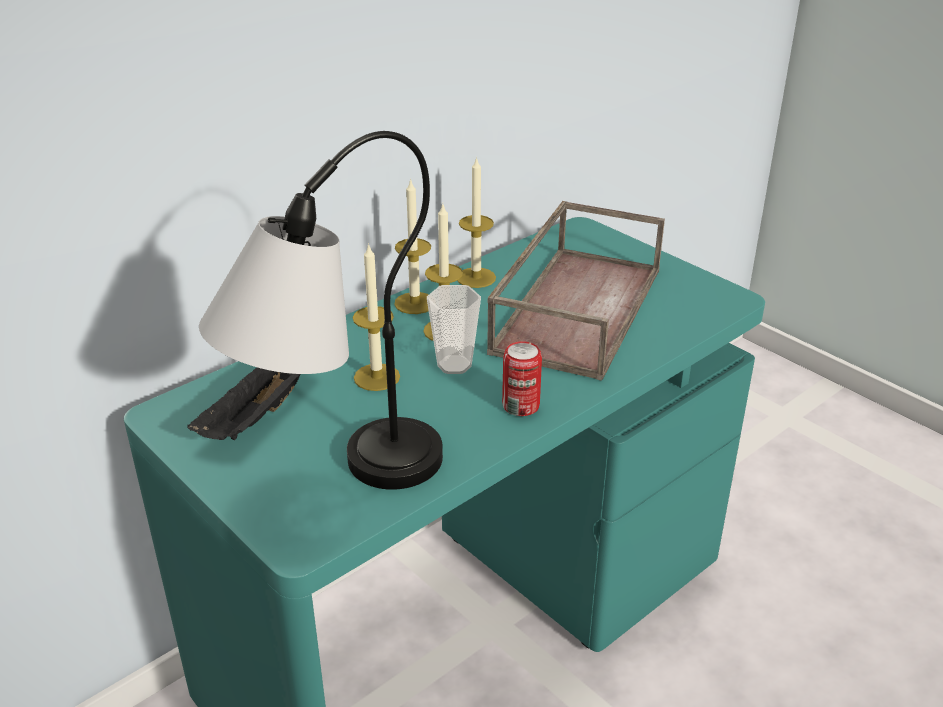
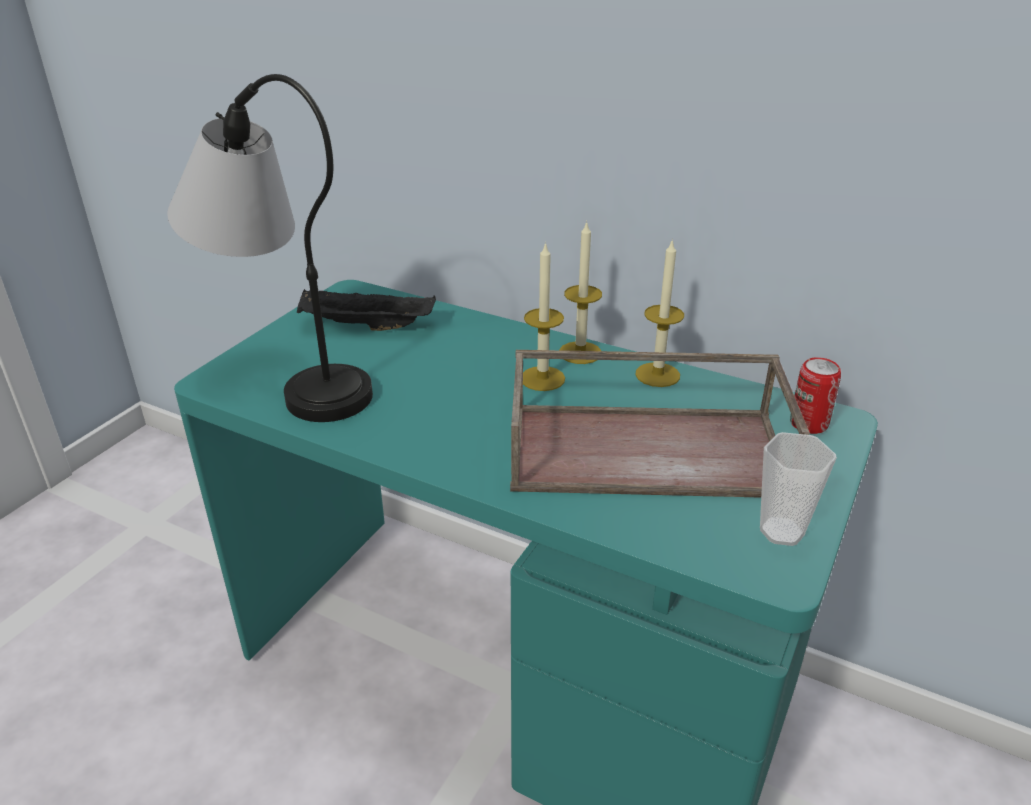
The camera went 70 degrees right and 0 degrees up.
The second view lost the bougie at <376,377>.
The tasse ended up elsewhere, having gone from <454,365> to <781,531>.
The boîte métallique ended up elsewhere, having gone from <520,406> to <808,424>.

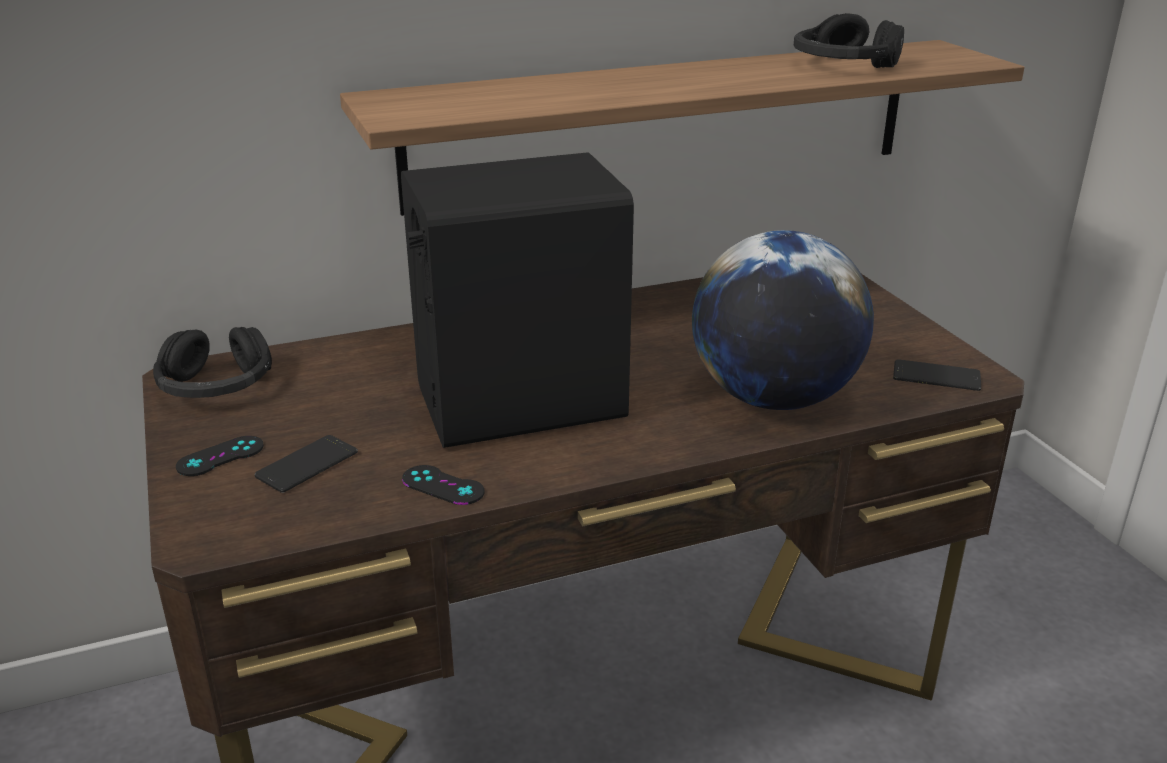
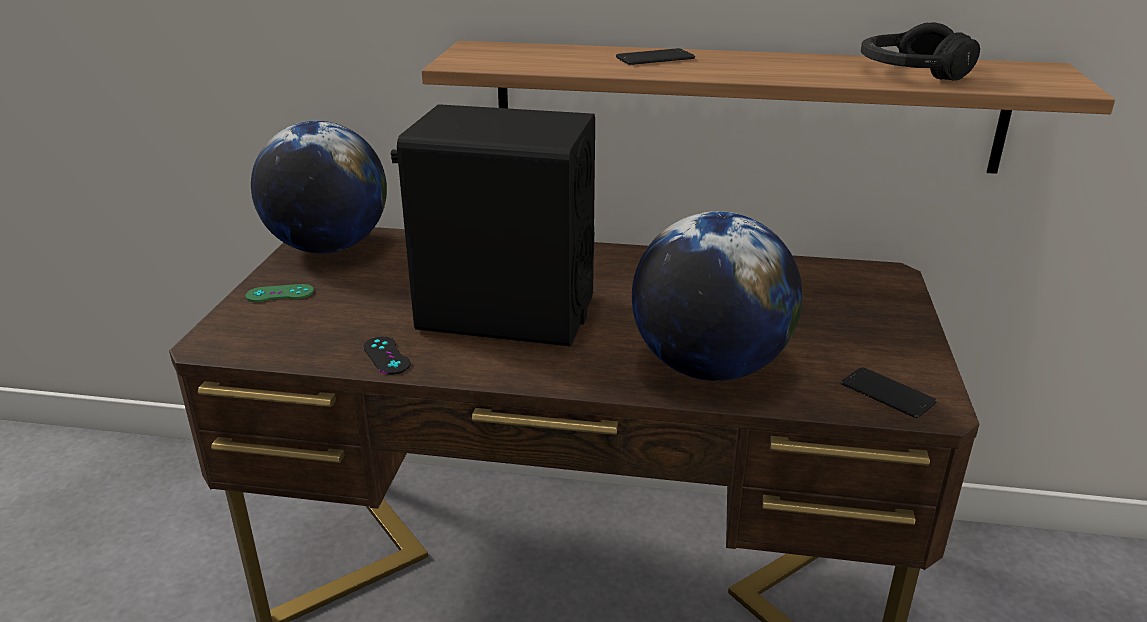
The camera went 30 degrees right and 0 degrees up.
Where the casque audio (noir) stood at <216,387>, the globe came to stand at <328,247>.
The téléphone ended up elsewhere, having gone from <307,464> to <655,58>.
What was the manette (noir) at <220,456> turned into the manette (vert) at <280,293>.

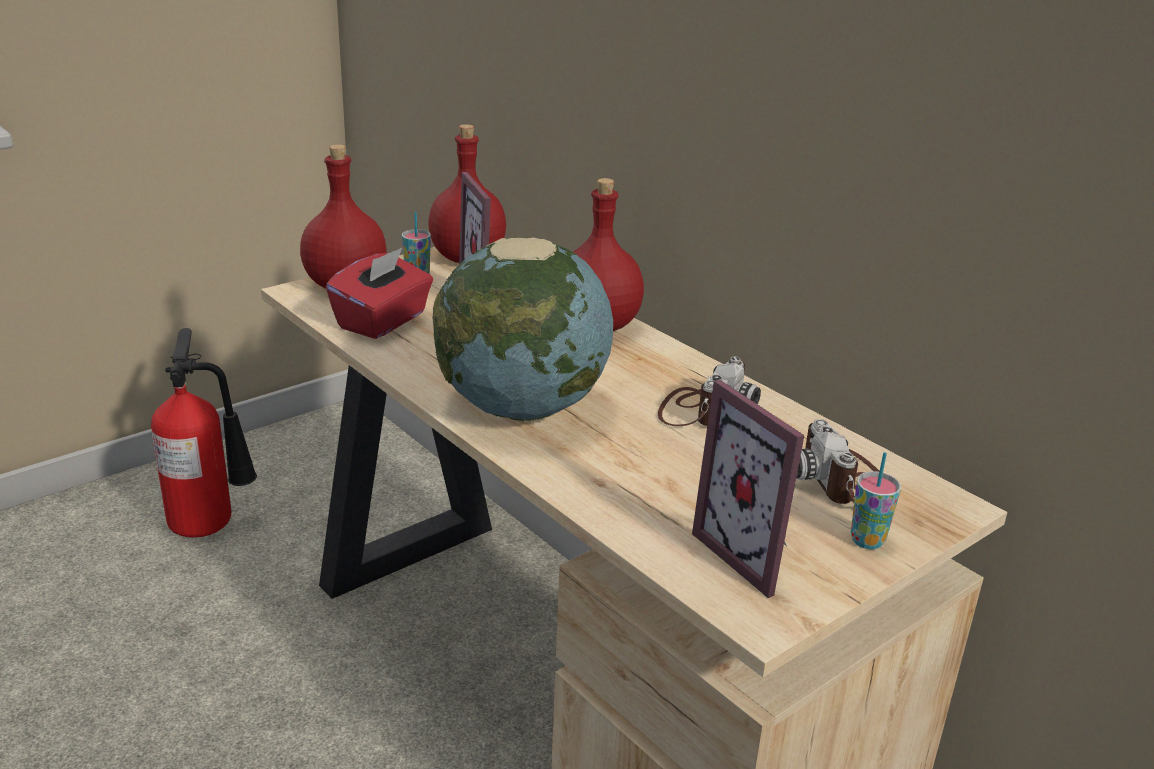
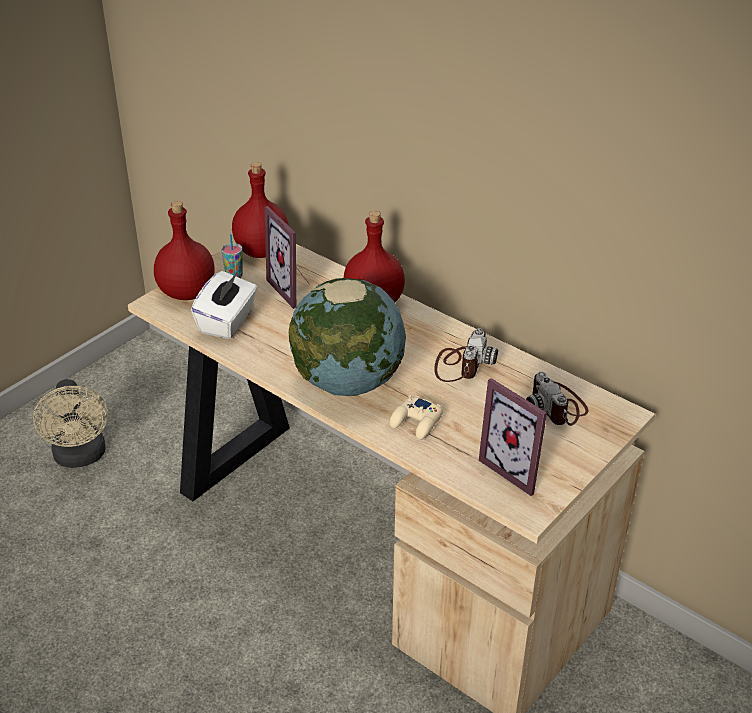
The camera went 10 degrees left and 10 degrees up.
What was the boîte à mouchoirs (rouge) at <383,321> turned into the boîte à mouchoirs (blanc) at <227,322>.
Where the extincteur stood at <211,524>, the ventilateur (beige) came to stand at <81,457>.
The second view lost the tasse at <867,541>.
The second view gained the manette (beige) at <416,422>.

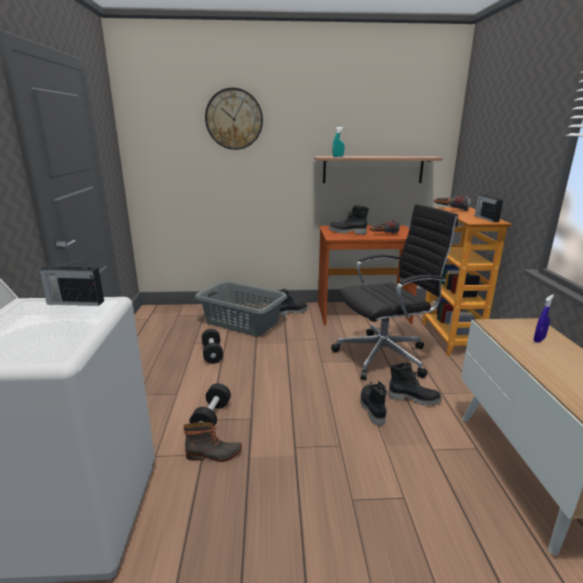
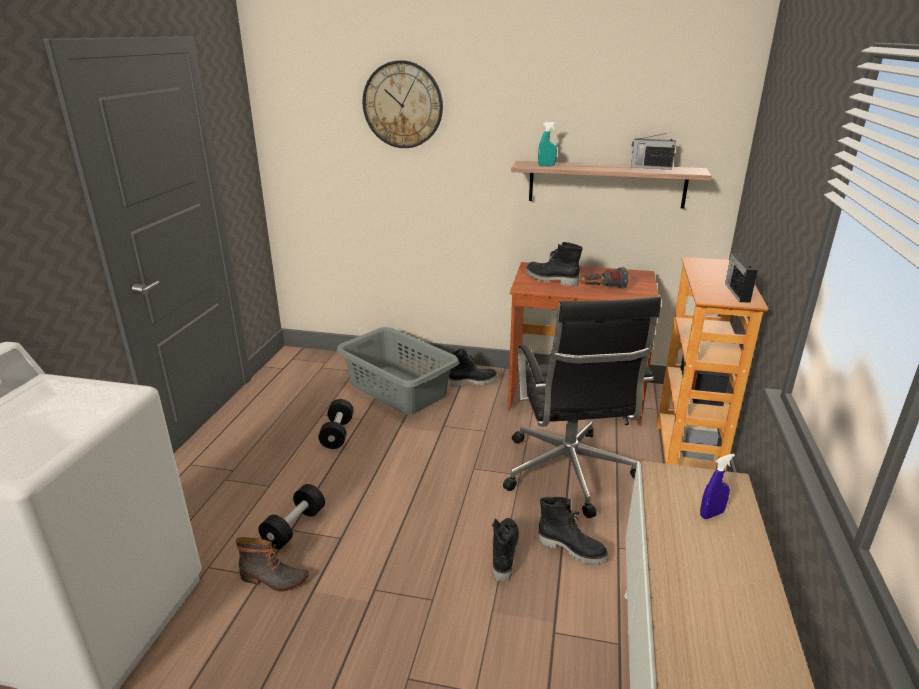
The camera went 15 degrees right and 5 degrees up.
The second view lost the lampe de poche at <450,210>.
The chaise de bureau (noir) at <385,356> ended up facing another way, 90 degrees clockwise from before.
The radio ended up elsewhere, having gone from <74,302> to <650,167>.

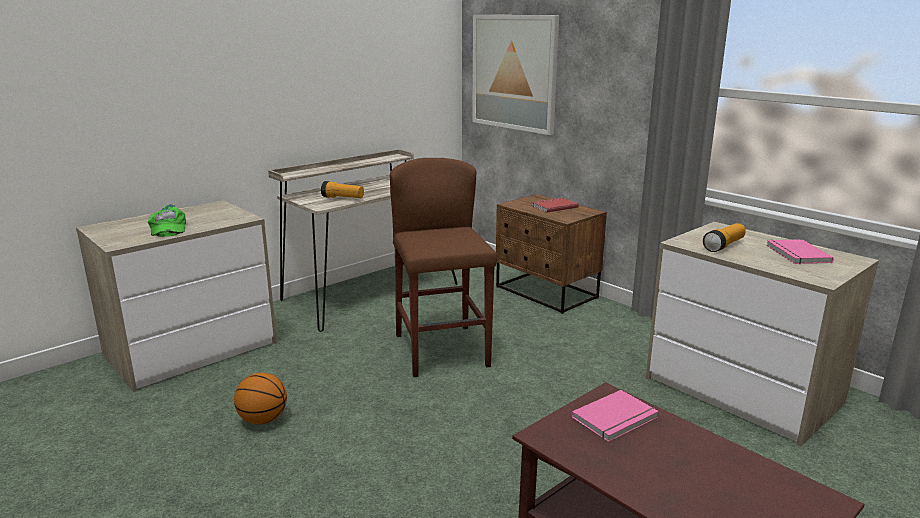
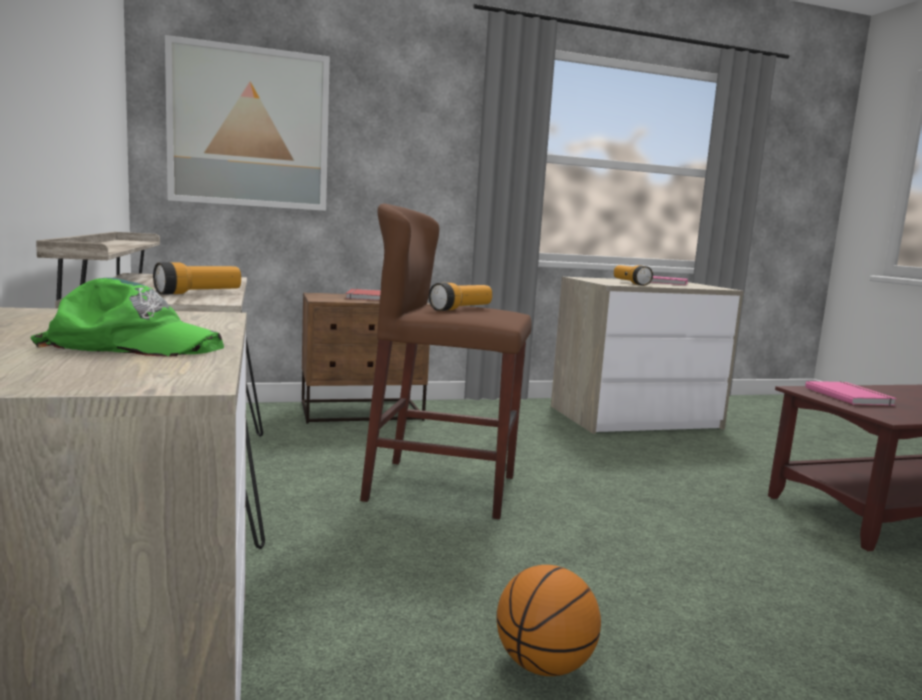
The camera went 65 degrees left and 10 degrees down.
The second view gained the lampe de poche at <461,309>.

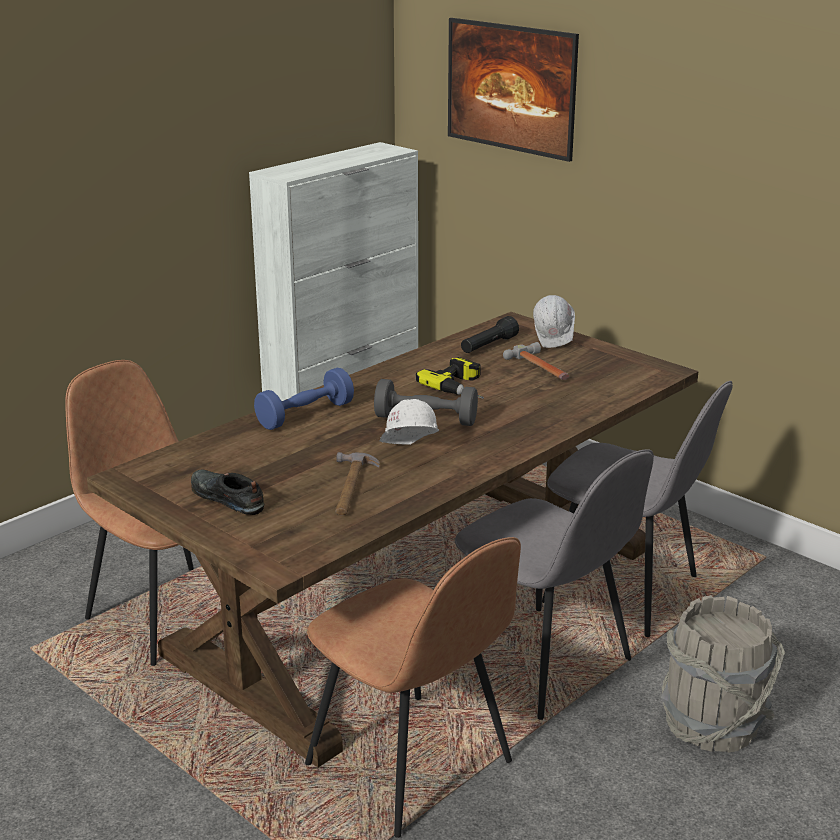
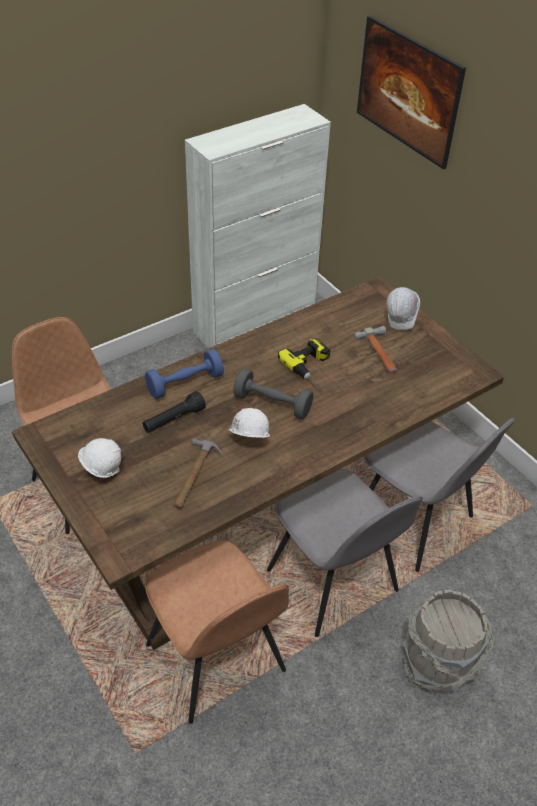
The camera went 10 degrees right and 20 degrees up.
The lampe de poche (noir) ended up elsewhere, having gone from <488,346> to <174,420>.
Where the chaussure (noir) stood at <226,498>, the casque de chantier (blanc) came to stand at <102,473>.

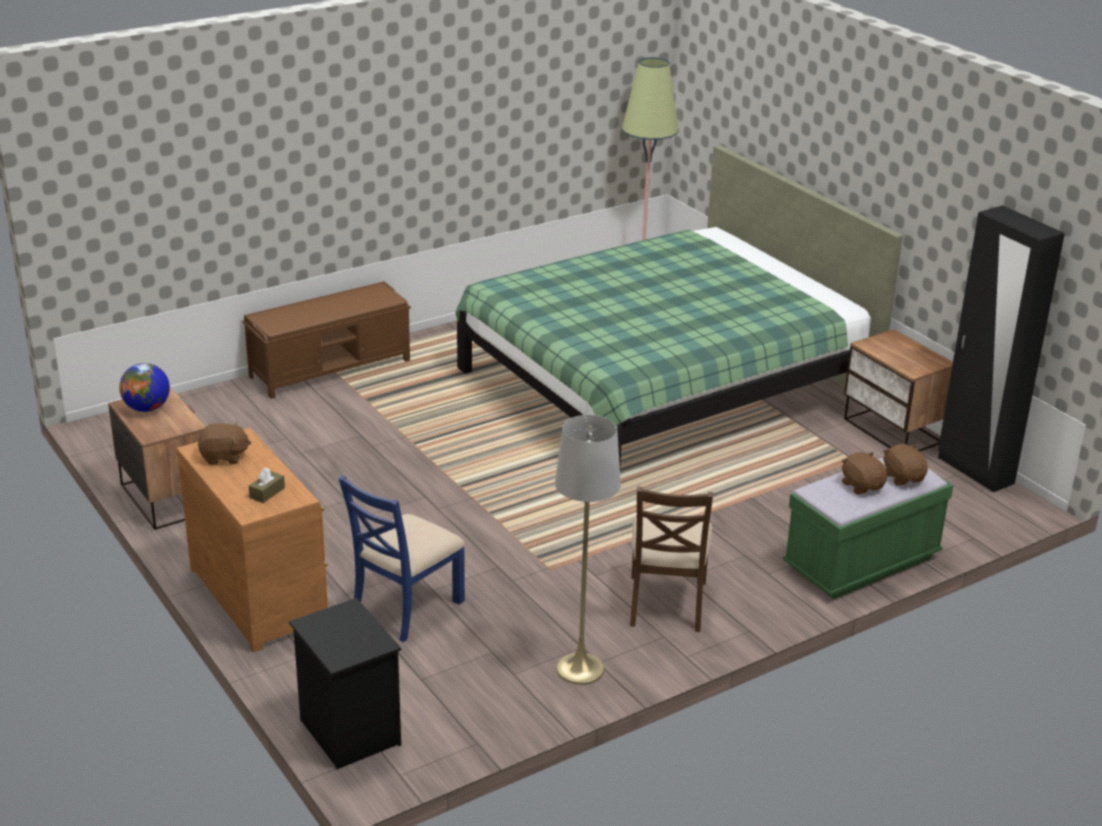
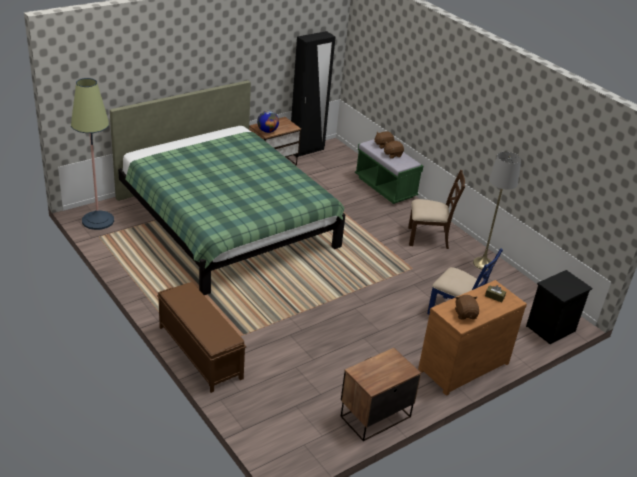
The camera went 95 degrees left and 5 degrees up.
The globe ended up elsewhere, having gone from <147,408> to <267,131>.

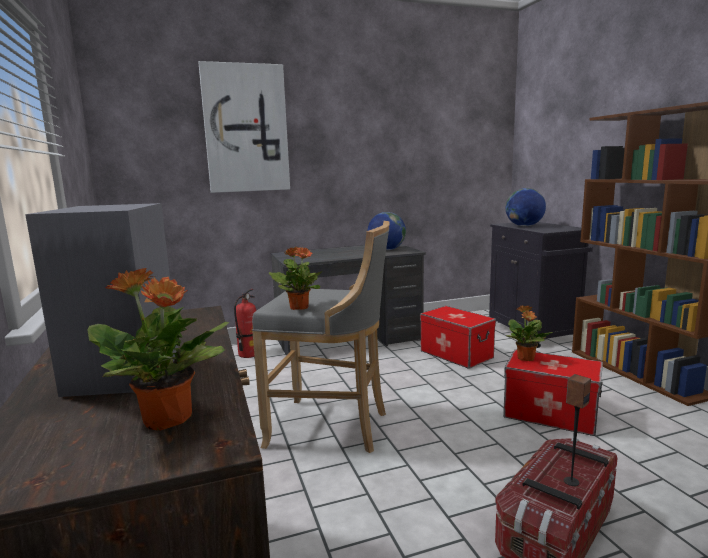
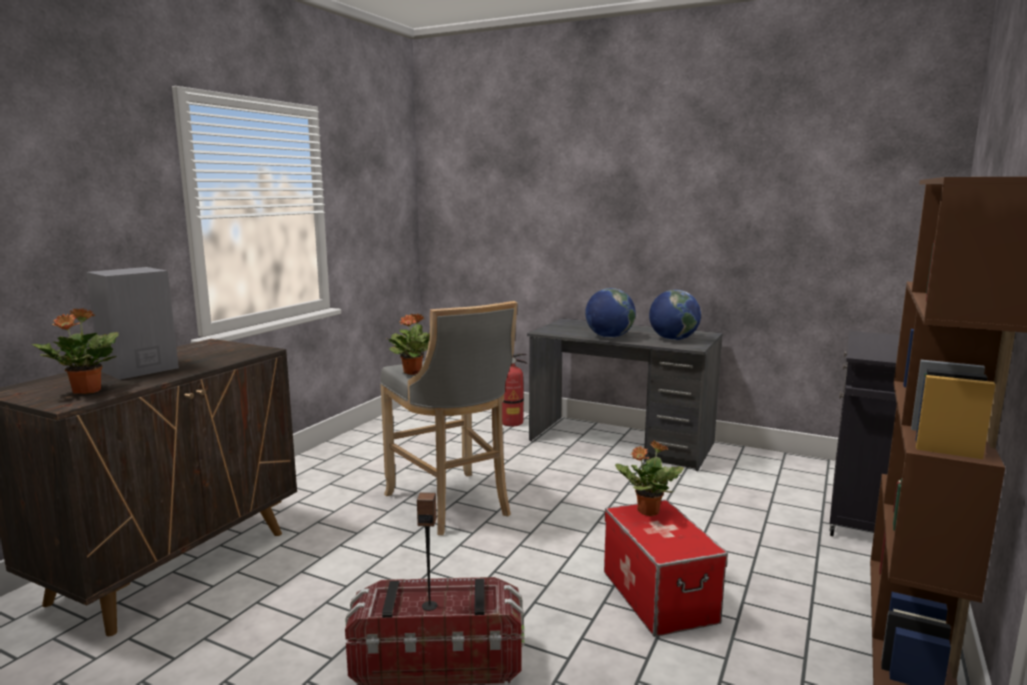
The camera went 45 degrees right and 0 degrees up.
The second view lost the tableau at <246,129>.
The globe ended up elsewhere, having gone from <524,226> to <609,337>.
The second view lost the boîte de rangement at <456,354>.

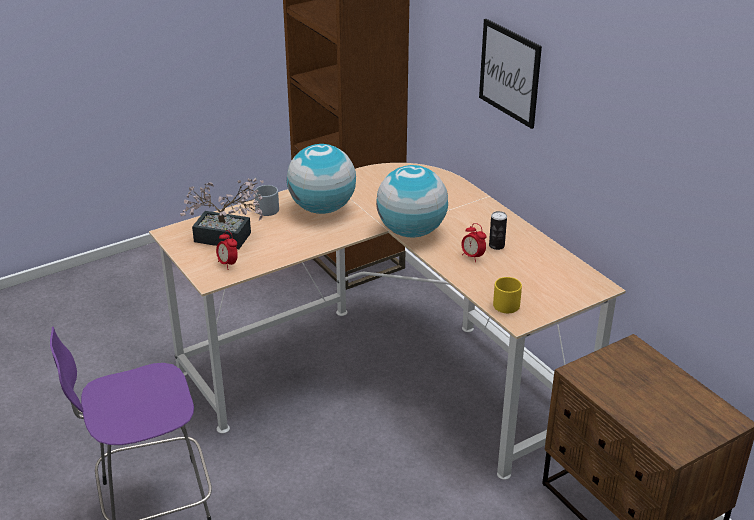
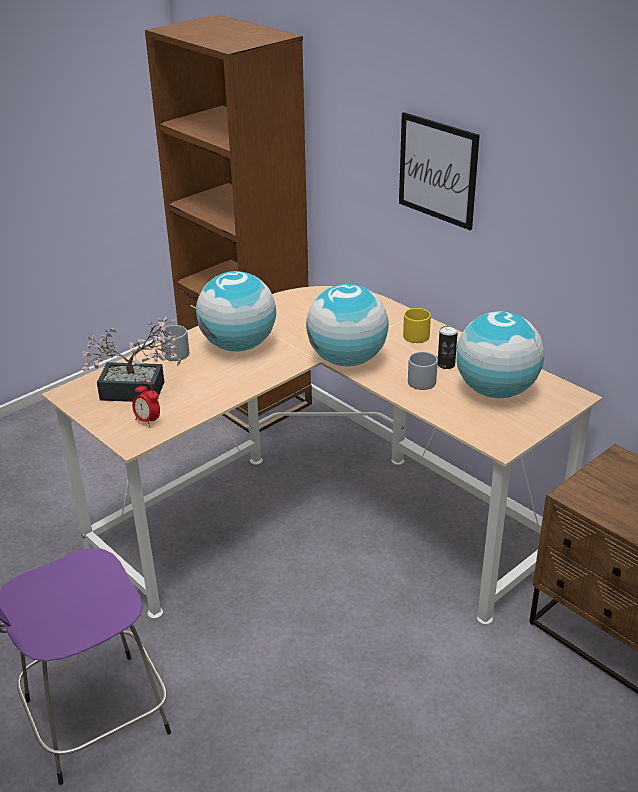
The camera went 10 degrees left and 0 degrees up.
Where the réveil stood at <472,256>, the mug (gris) came to stand at <424,380>.
The mug (jaune) ended up elsewhere, having gone from <504,302> to <413,334>.
The second view gained the globe at <496,391>.

